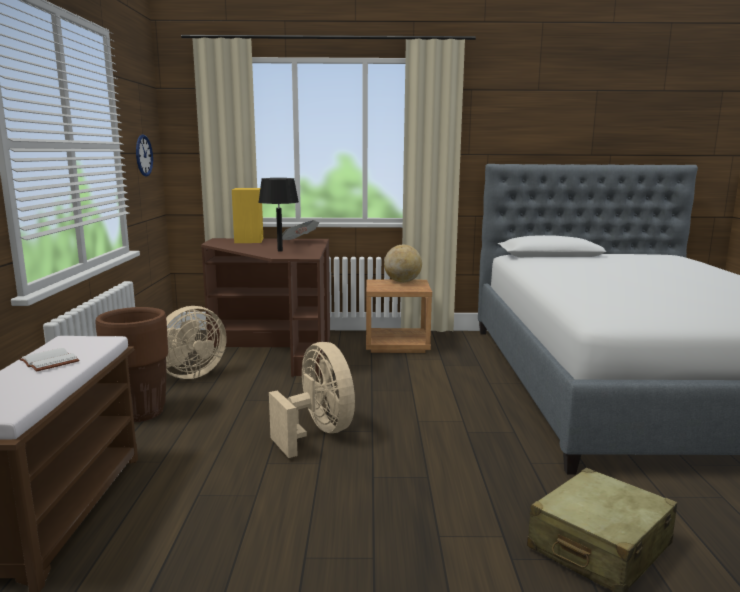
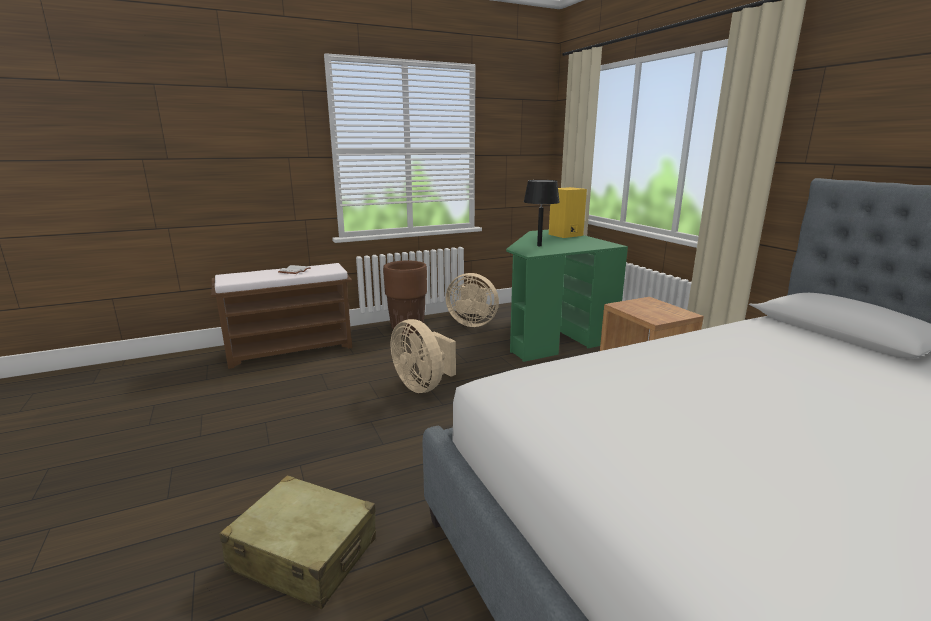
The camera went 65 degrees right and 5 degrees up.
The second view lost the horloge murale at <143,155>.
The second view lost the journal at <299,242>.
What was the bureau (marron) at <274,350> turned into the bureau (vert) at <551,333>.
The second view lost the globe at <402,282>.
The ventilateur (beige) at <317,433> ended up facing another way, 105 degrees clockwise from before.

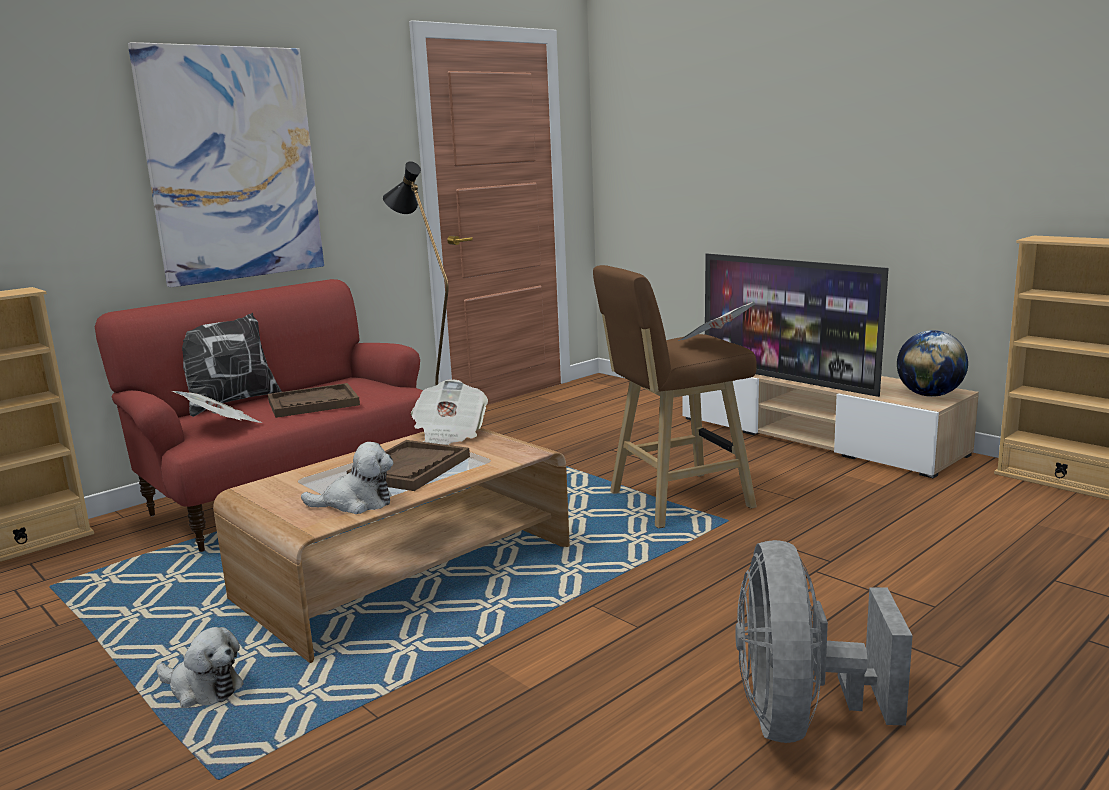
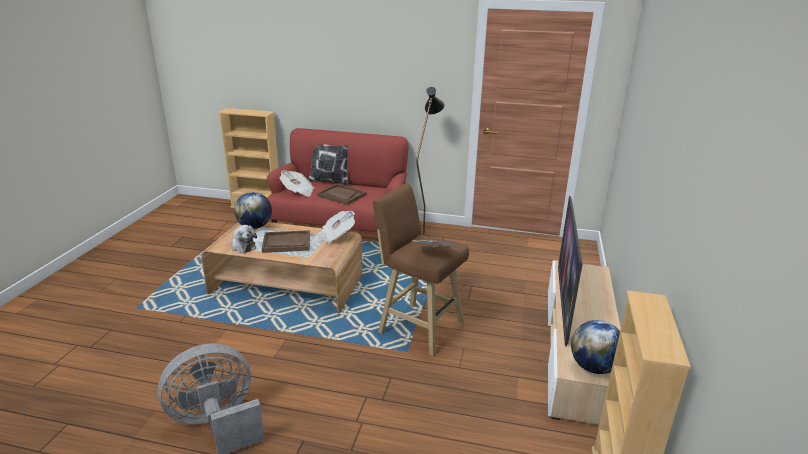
The camera went 55 degrees right and 10 degrees up.
The second view lost the tableau at <233,164>.
The second view lost the peluche at <203,689>.
The second view gained the globe at <255,227>.

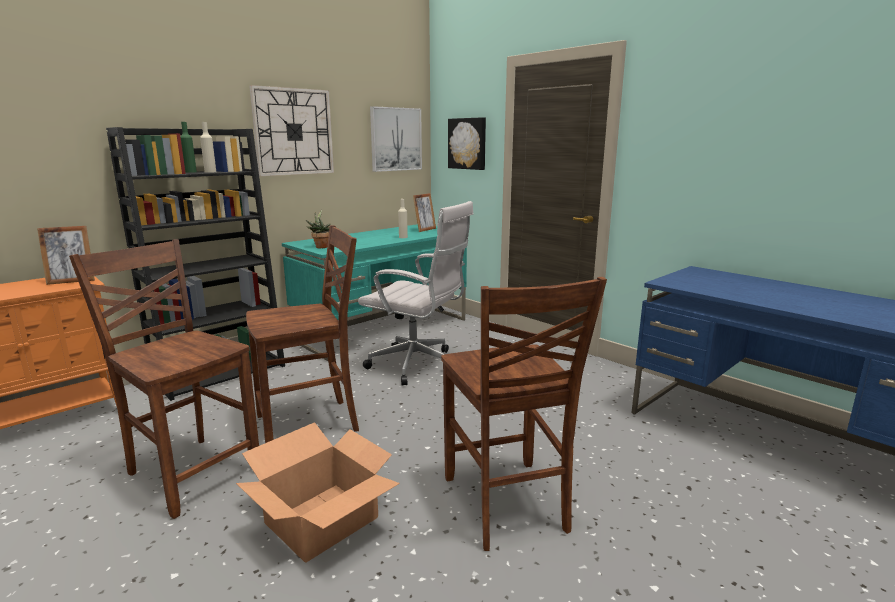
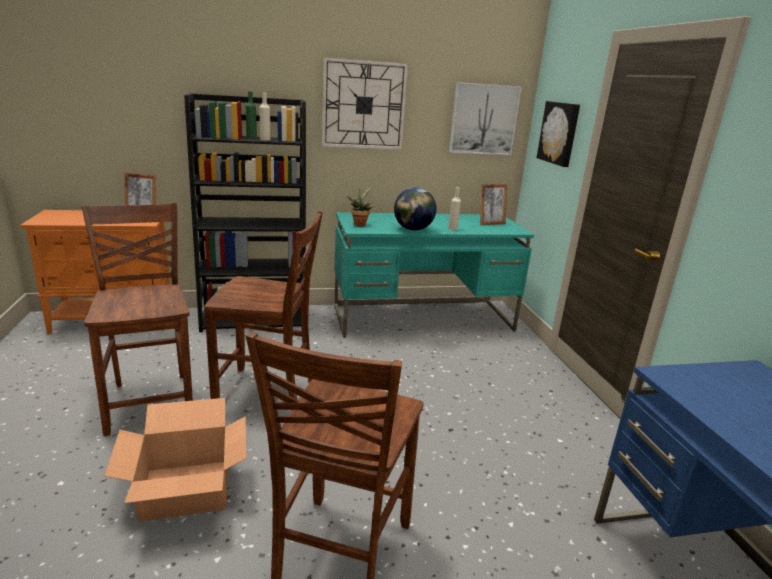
The camera went 30 degrees right and 5 degrees up.
The second view lost the chaise de bureau (blanc) at <418,366>.
The second view gained the globe at <413,229>.

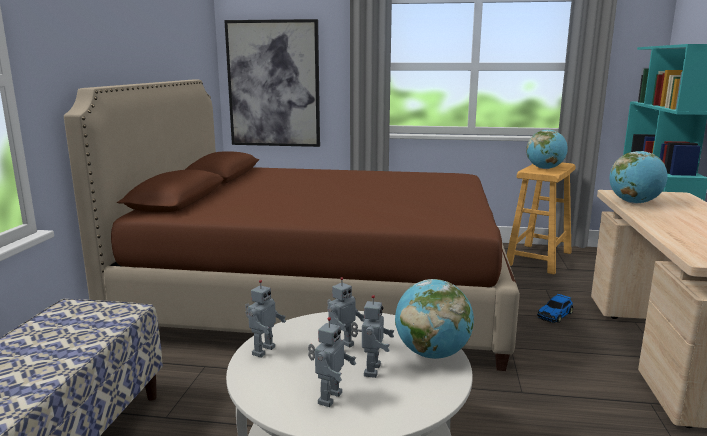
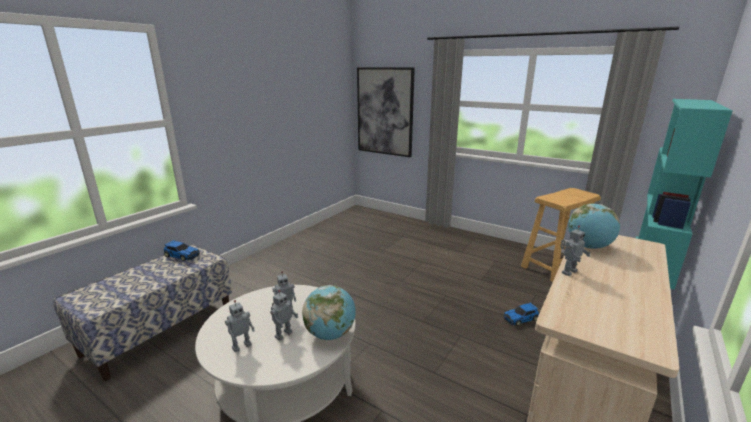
The camera went 25 degrees right and 5 degrees up.
The second view lost the lit (marron) at <322,295>.
The second view lost the globe at <545,168>.
The robot jouet ended up elsewhere, having gone from <262,350> to <568,272>.
The second view gained the petite voiture at <182,255>.

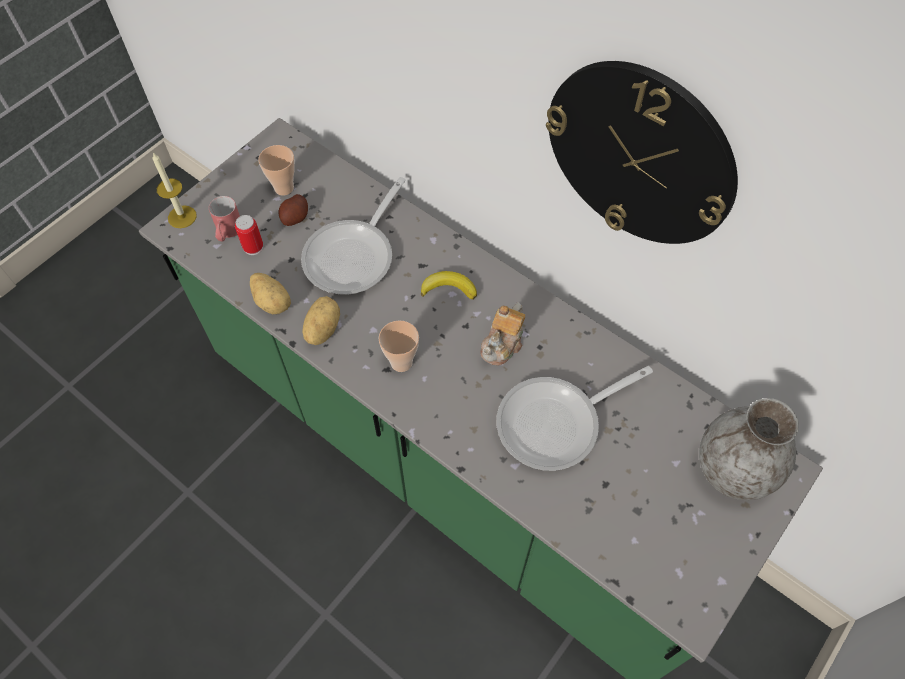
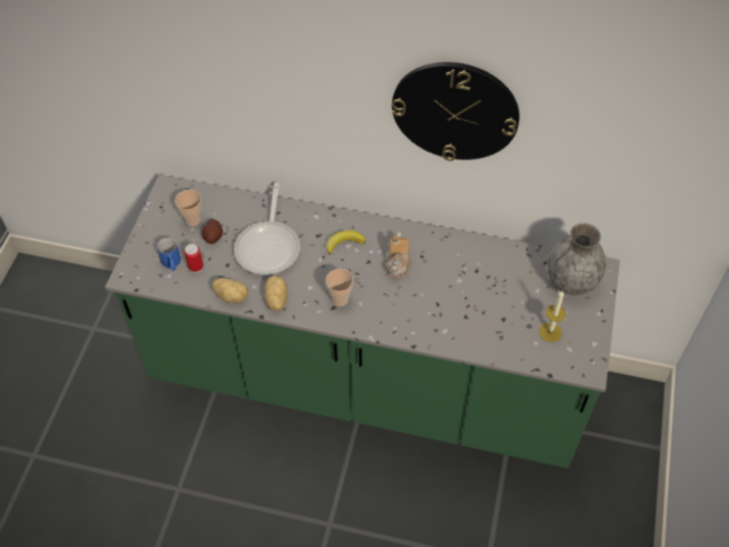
The camera went 25 degrees left and 5 degrees down.
The bougie ended up elsewhere, having gone from <182,217> to <550,332>.
What was the mug (rouge) at <228,233> turned into the mug (bleu) at <172,264>.
The second view lost the poêle at <556,423>.

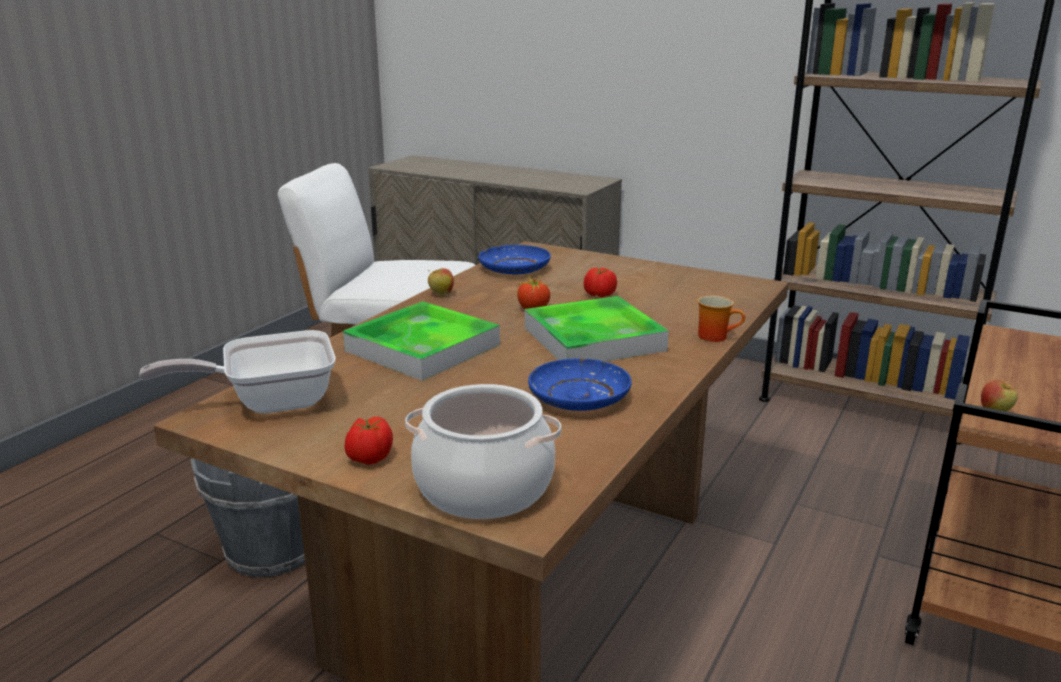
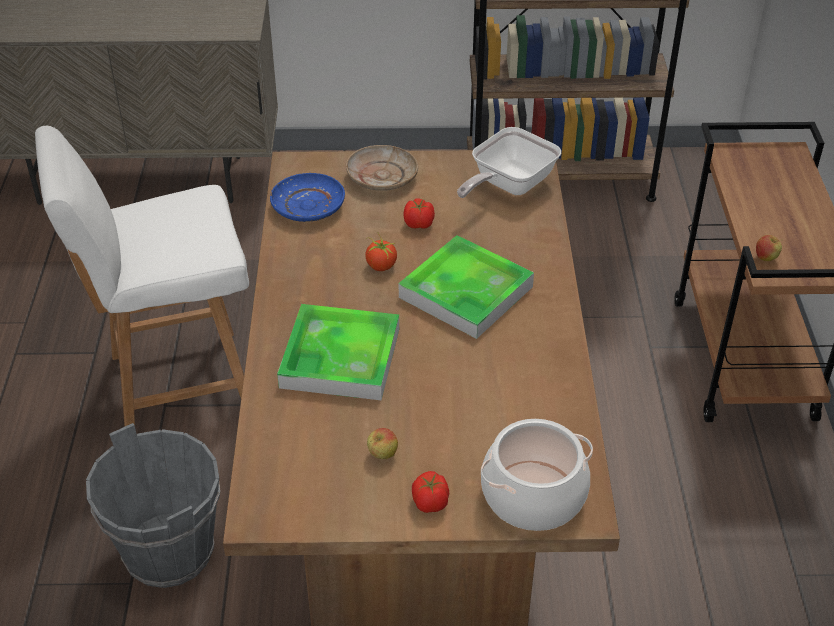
The camera went 30 degrees left and 20 degrees up.
The pomme ended up elsewhere, having gone from <441,294> to <382,455>.
The second view lost the mug at <716,336>.
The poêle ended up elsewhere, having gone from <269,402> to <508,186>.
The second view lost the assiette (bleu) at <578,397>.
The second view gained the assiette (beige) at <381,176>.

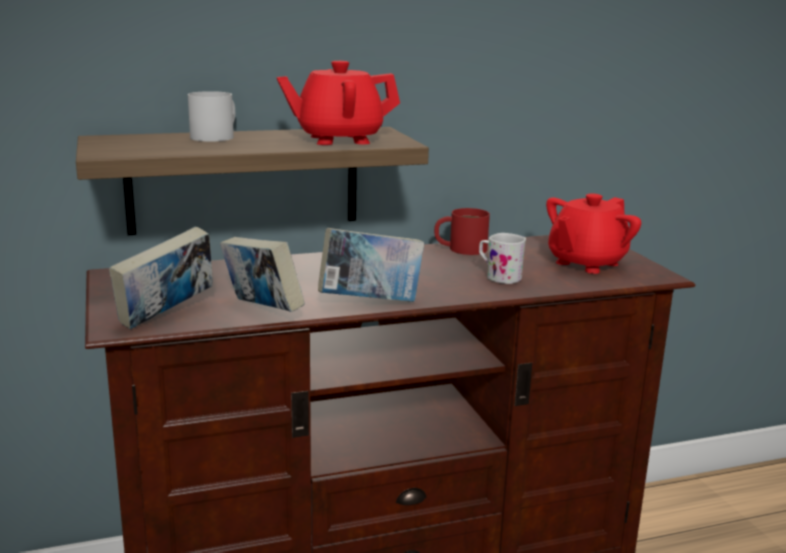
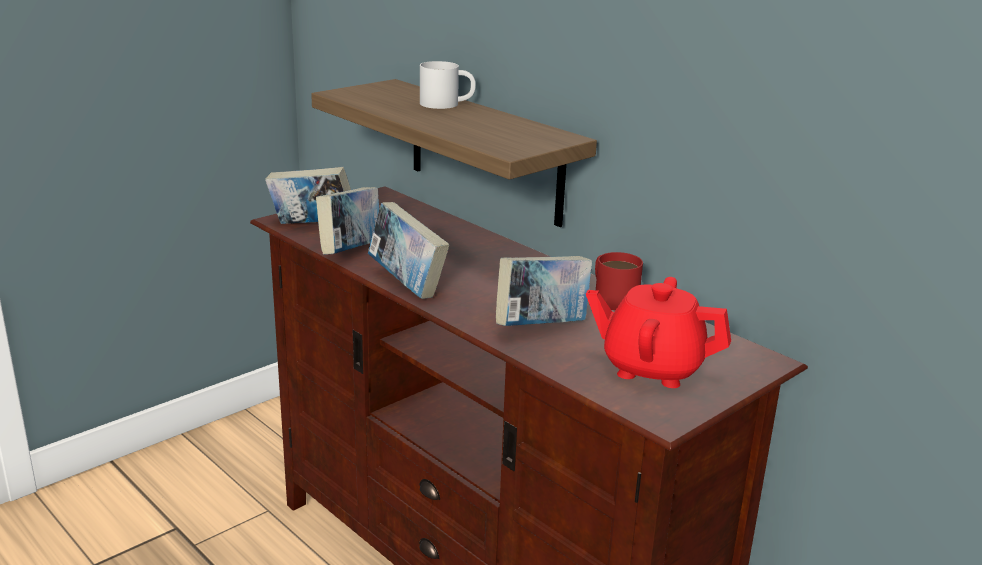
The camera went 65 degrees right and 5 degrees up.
The second view lost the théière (rouge) at <338,139>.
Where the mug (blanc) stood at <498,277>, the livre came to stand at <542,327>.

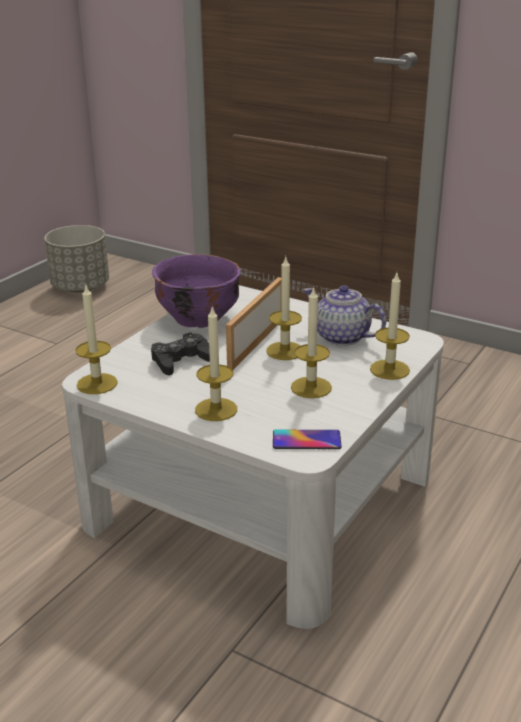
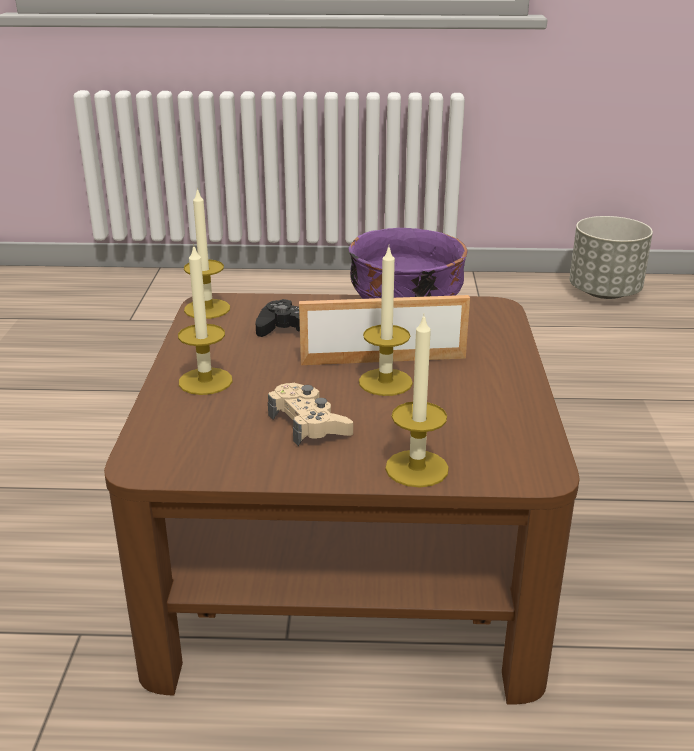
The camera went 60 degrees right and 0 degrees up.
What was the table basse (blanc) at <262,500> turned into the table basse (marron) at <344,561>.
The second view lost the théière at <341,337>.
Where the bougie stood at <311,387>, the manette (beige) came to stand at <309,424>.
The second view lost the téléphone at <306,440>.

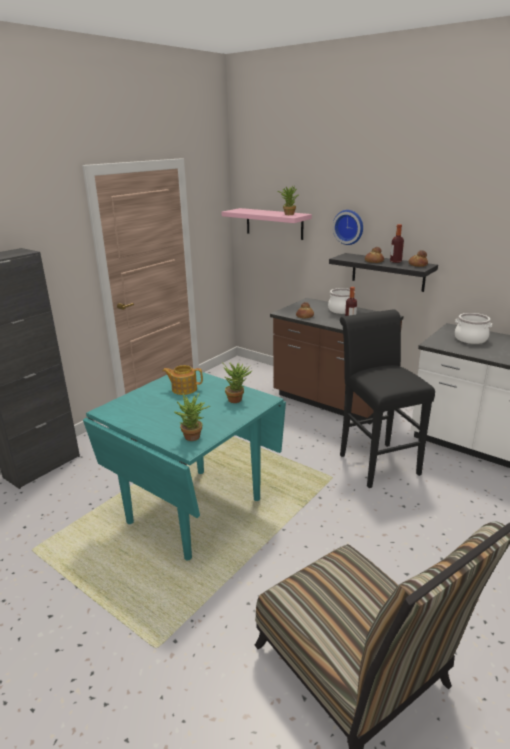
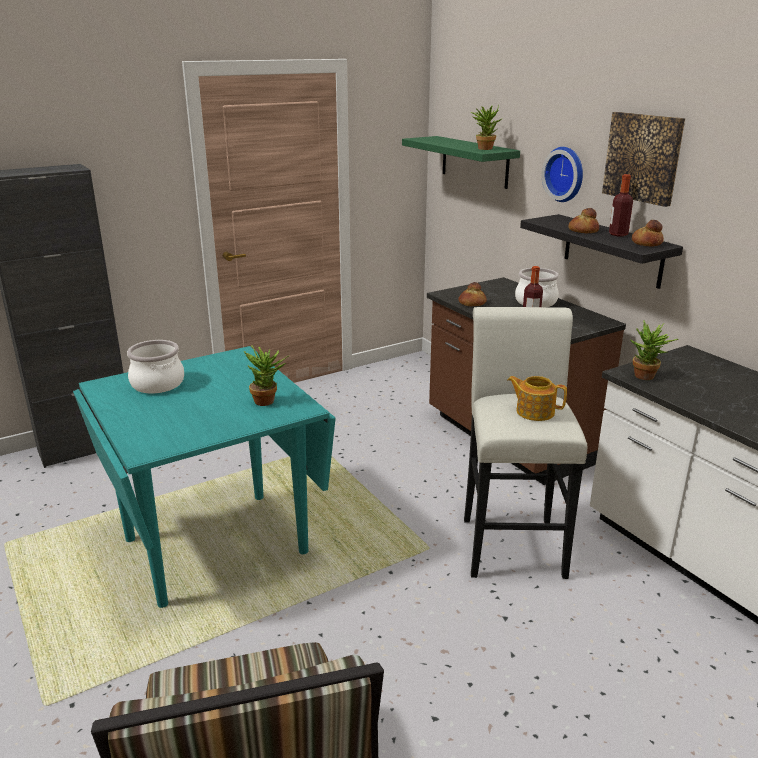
The camera went 20 degrees right and 0 degrees up.
What was the étagère (rose) at <274,223> turned into the étagère (vert) at <474,161>.
What was the tabouret (noir) at <375,461> turned into the tabouret (blanc) at <511,541>.
The marmite ended up elsewhere, having gone from <470,339> to <158,384>.
The théière ended up elsewhere, having gone from <184,389> to <534,411>.
The plante en pot ended up elsewhere, having gone from <193,438> to <646,378>.
The second view gained the tableau at <643,157>.

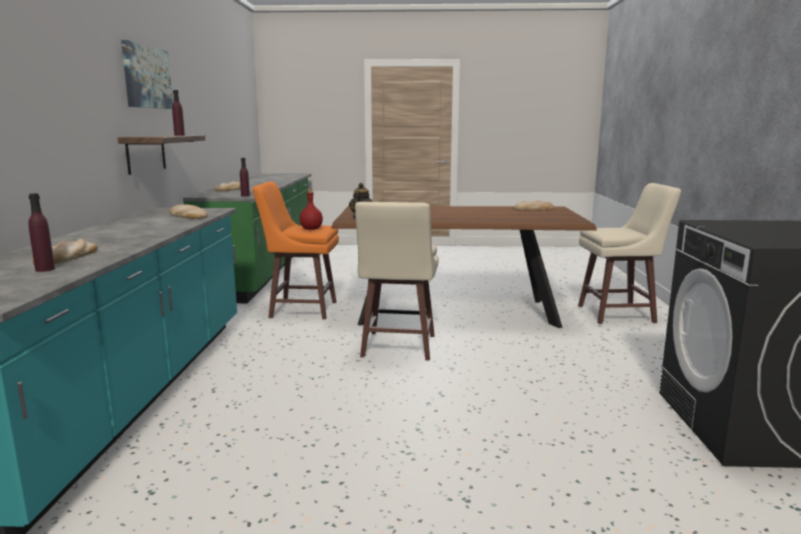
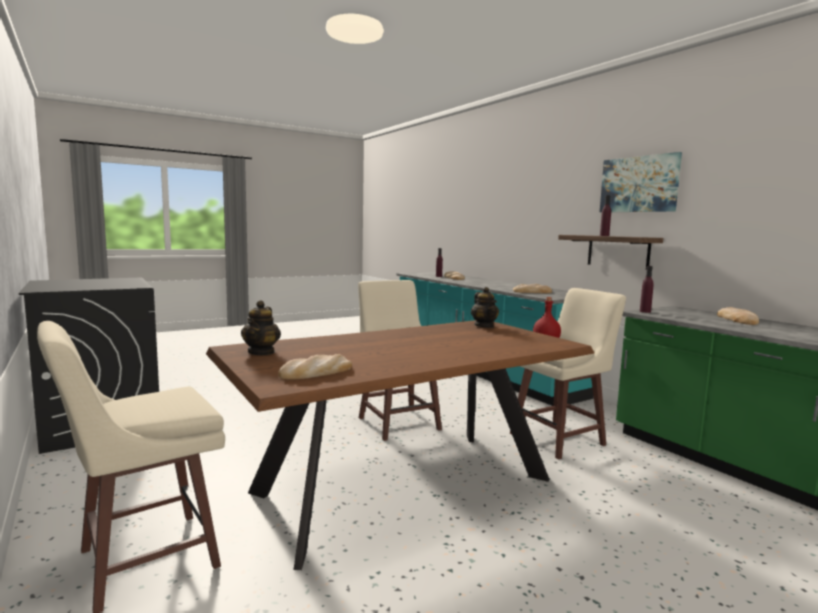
The camera went 145 degrees right and 5 degrees down.
What was the tabouret (orange) at <301,309> turned into the tabouret (beige) at <559,439>.
The second view gained the théière at <261,352>.

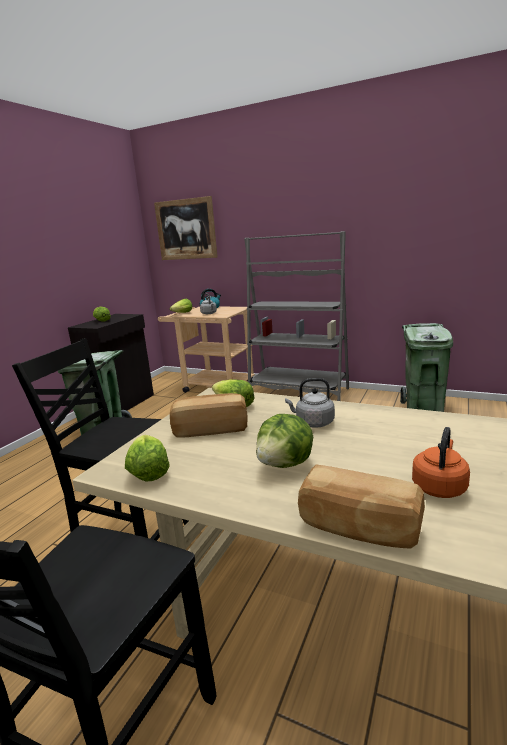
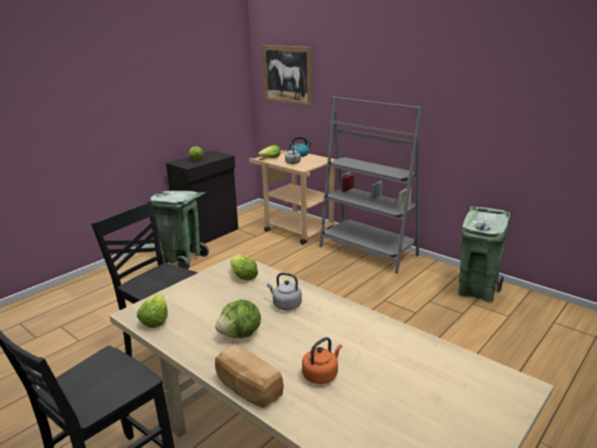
The camera went 15 degrees right and 5 degrees up.
The second view lost the pain at <211,428>.

